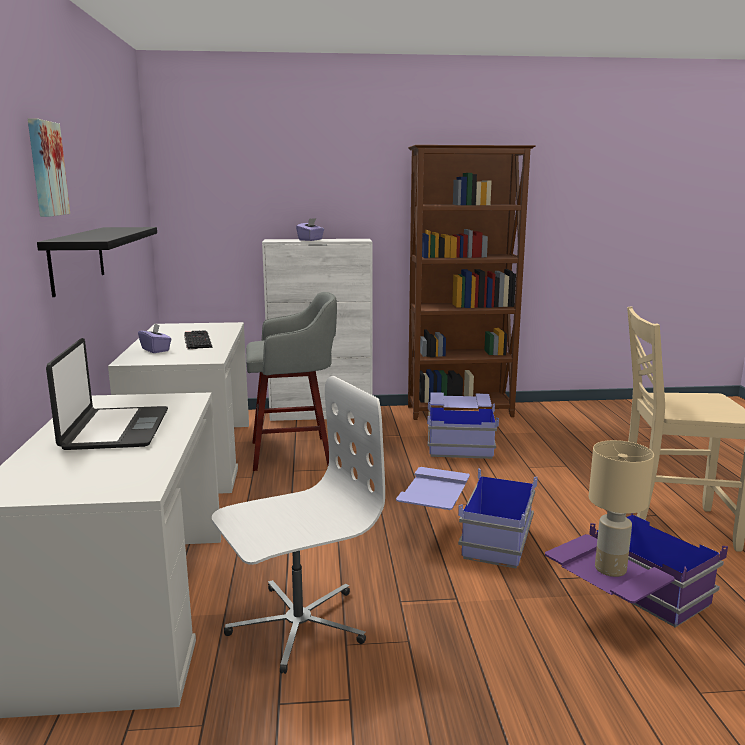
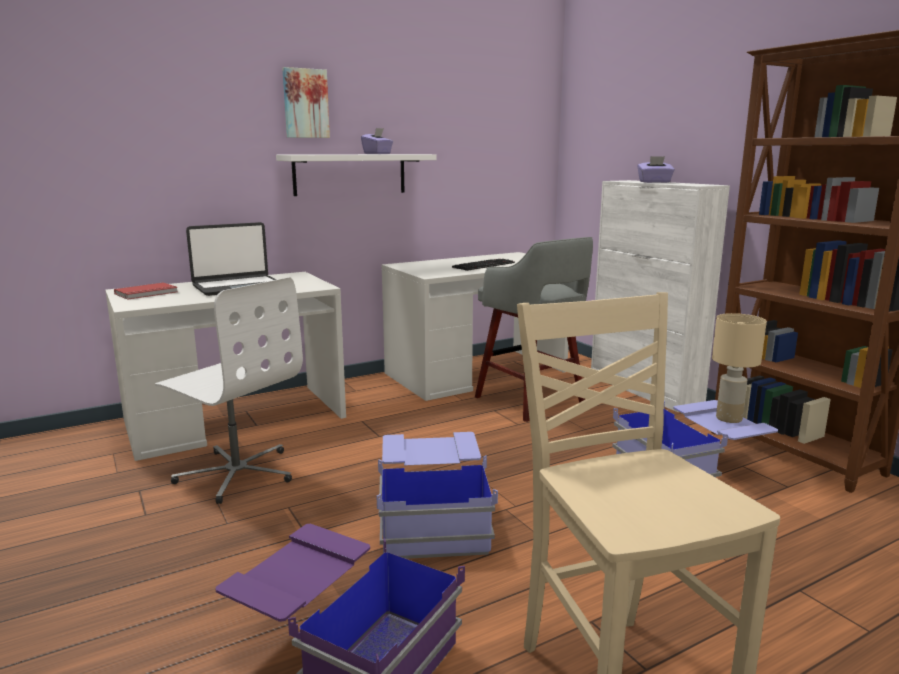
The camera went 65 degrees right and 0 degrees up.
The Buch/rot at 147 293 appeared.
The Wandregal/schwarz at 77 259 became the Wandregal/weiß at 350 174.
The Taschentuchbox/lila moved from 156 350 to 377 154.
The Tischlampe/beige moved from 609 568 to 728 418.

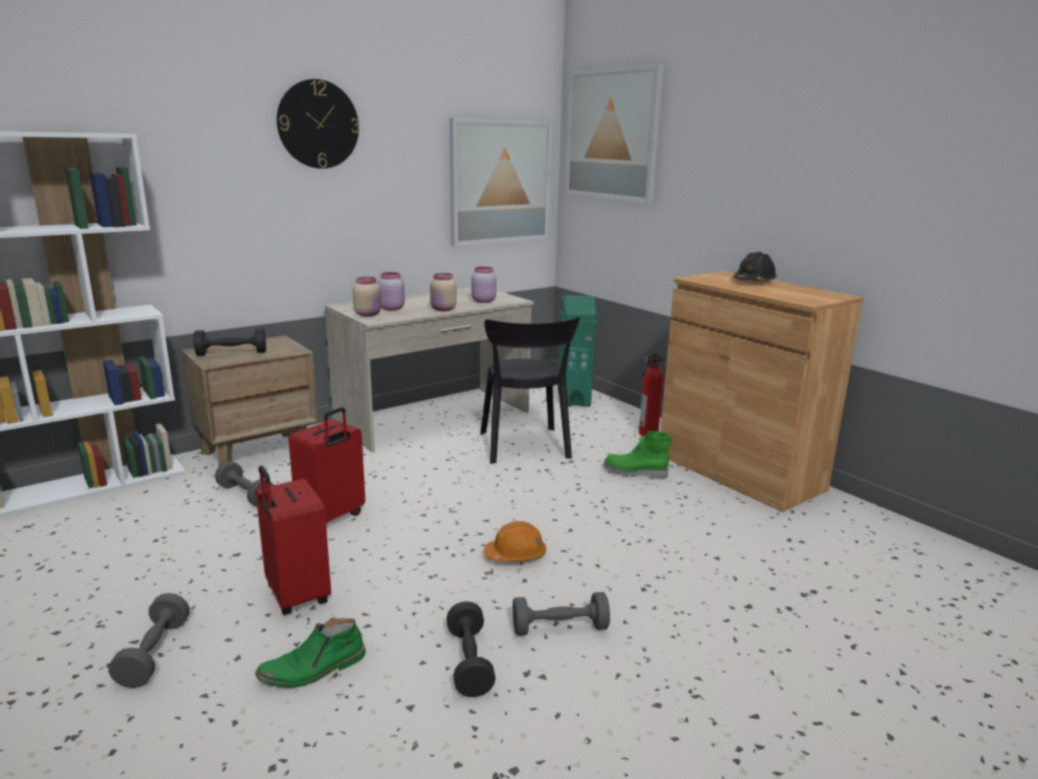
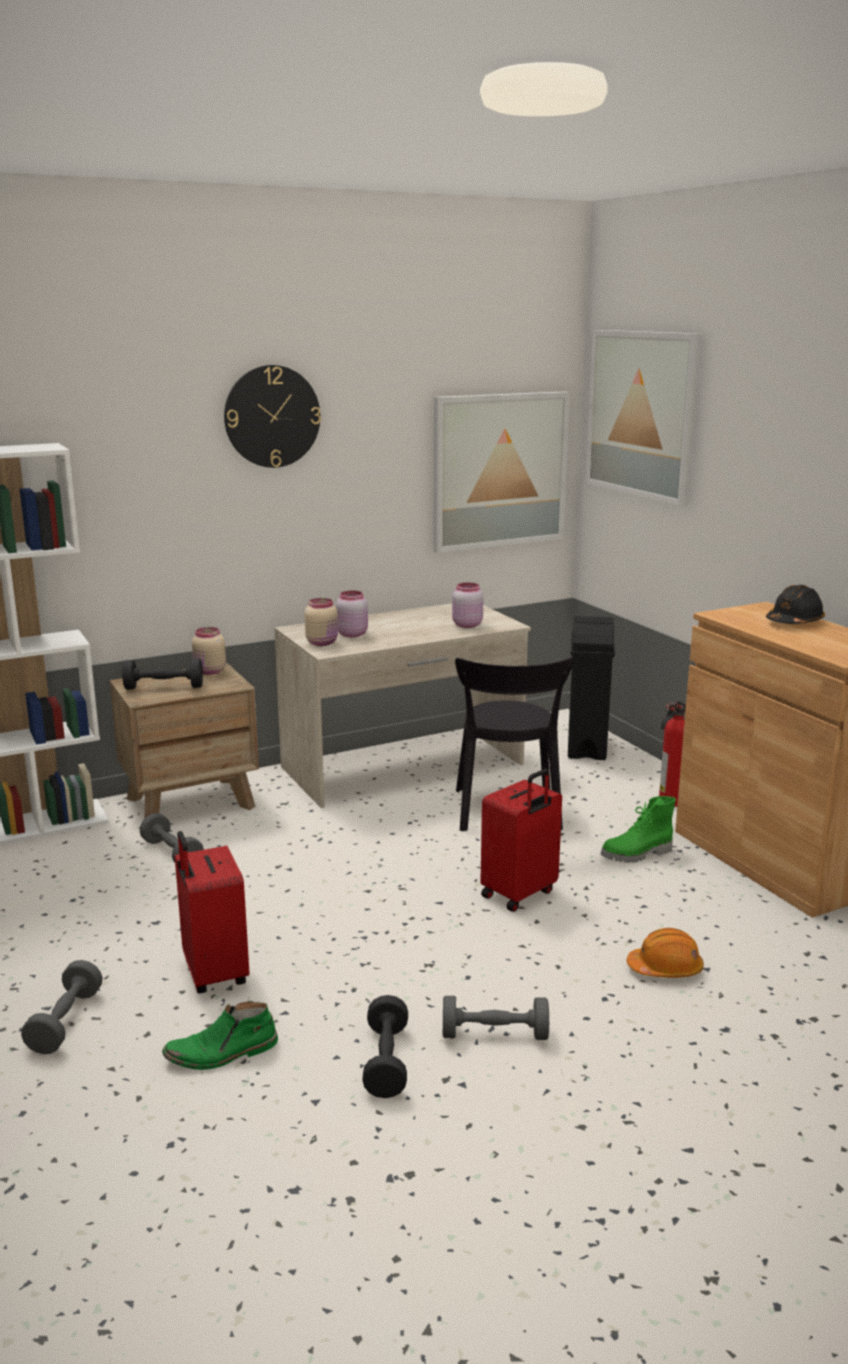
The camera went 10 degrees right and 0 degrees up.
The Vorratsglas/beige moved from 443 309 to 209 671.
The Koffer/rot moved from 331 518 to 520 894.
The Mülleimer/grün at 574 399 became the Mülleimer/schwarz at 587 748.
The Stiefel/grün at 635 473 turned 45 degrees counterclockwise.
The Schutzhelm/orange moved from 516 555 to 665 968.

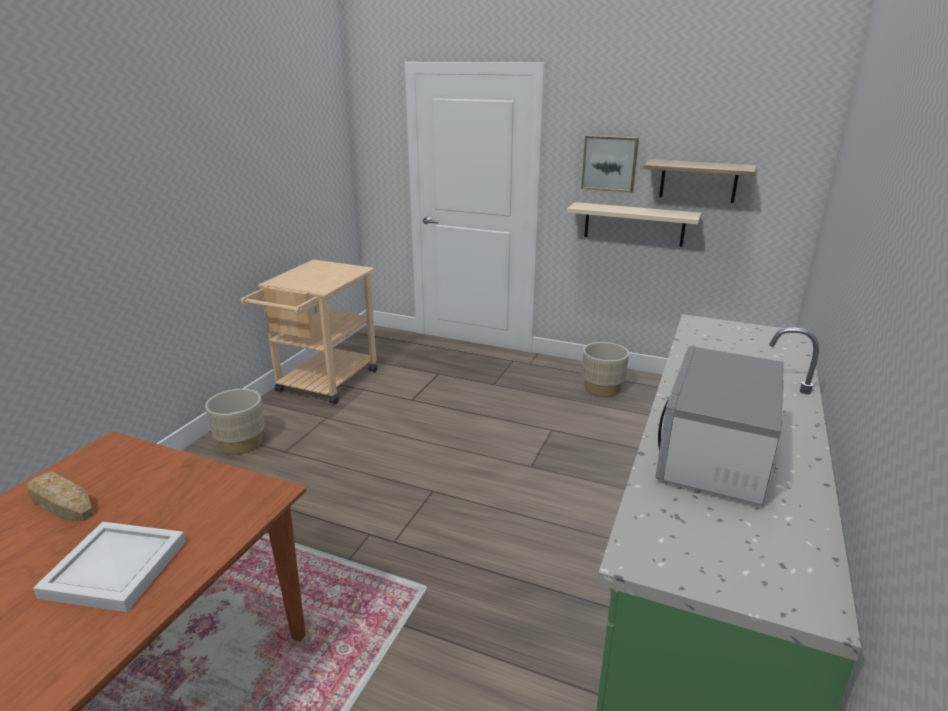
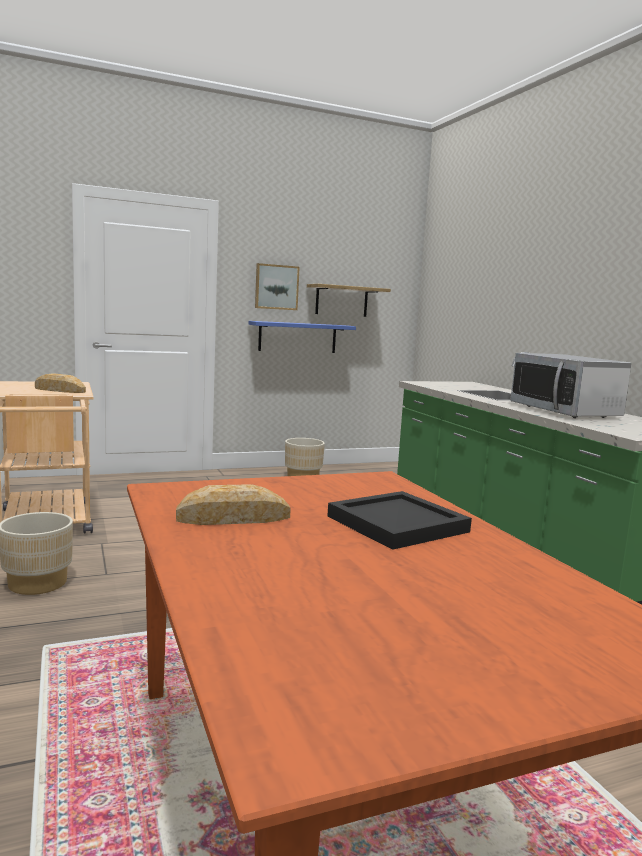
The camera went 45 degrees left and 15 degrees down.
The Brot at 59 390 appeared.
The Wandregal/beige at 634 224 became the Wandregal/blau at 297 337.
The Tablett/weiß at 113 569 became the Tablett/schwarz at 397 525.

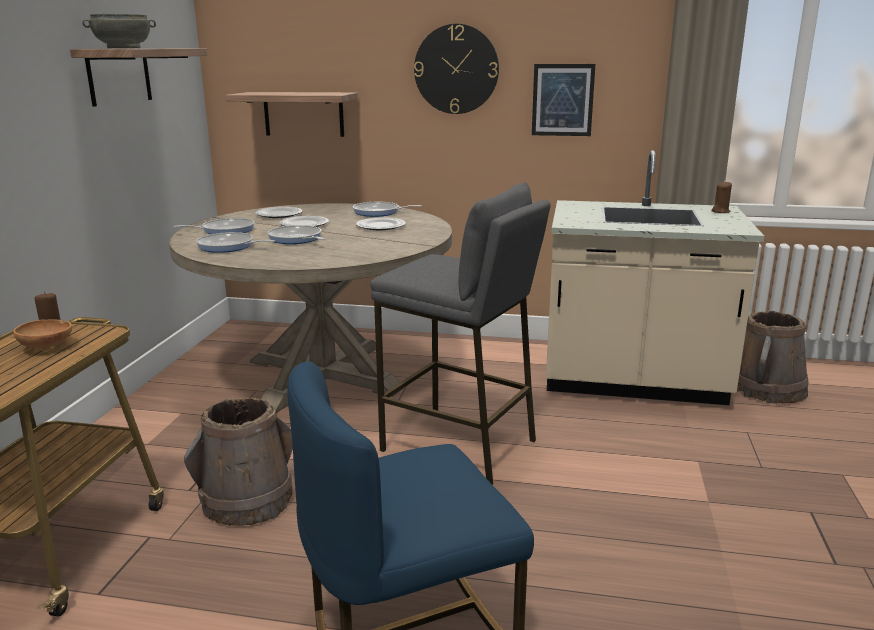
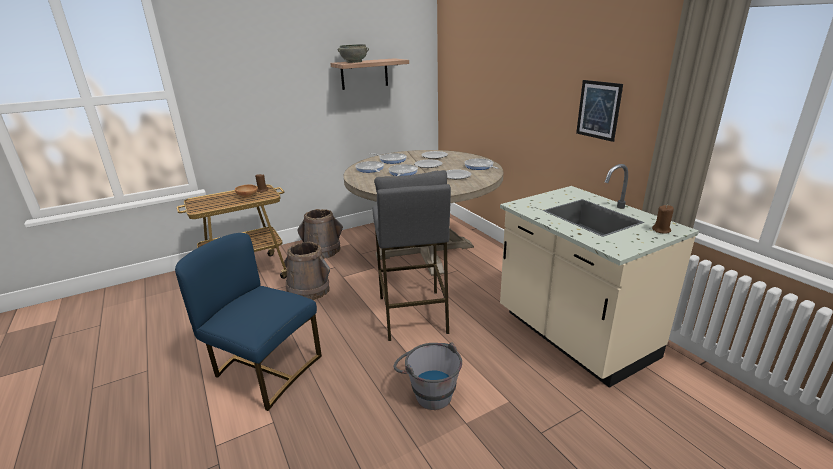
The camera went 50 degrees right and 5 degrees up.
The Eimer/braun moved from 768 389 to 322 251.
The Eimer/grau at 428 391 appeared.
The Wandregal at 303 114 disappeared.
The Wanduhr at 456 69 disappeared.

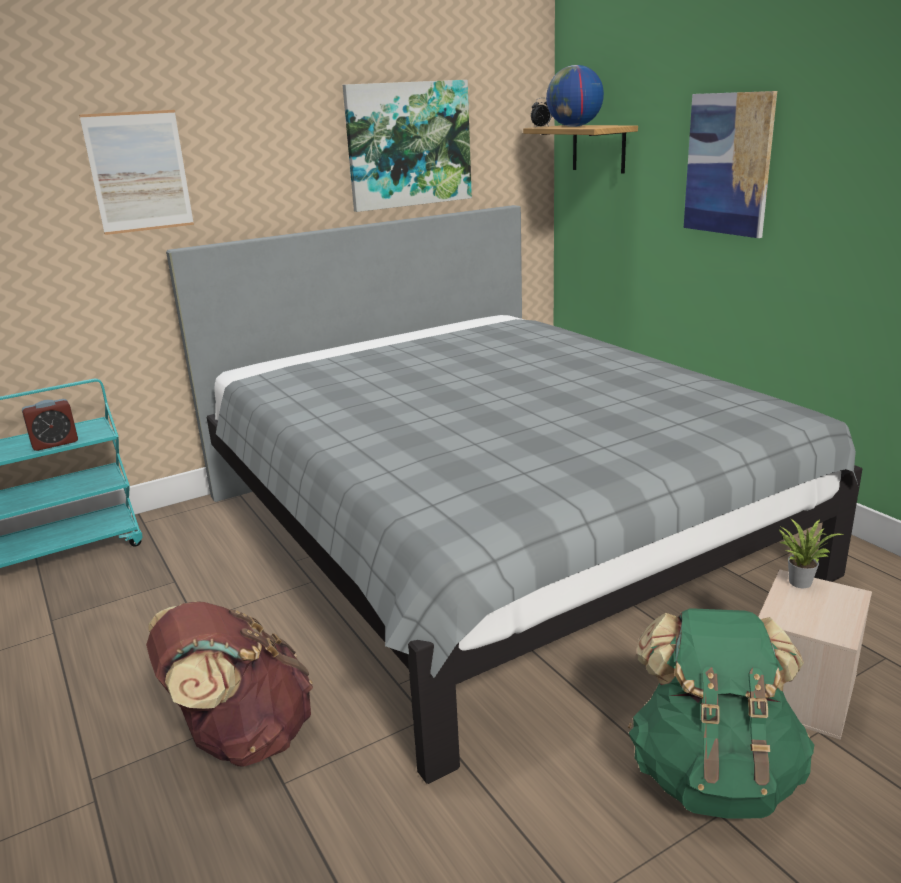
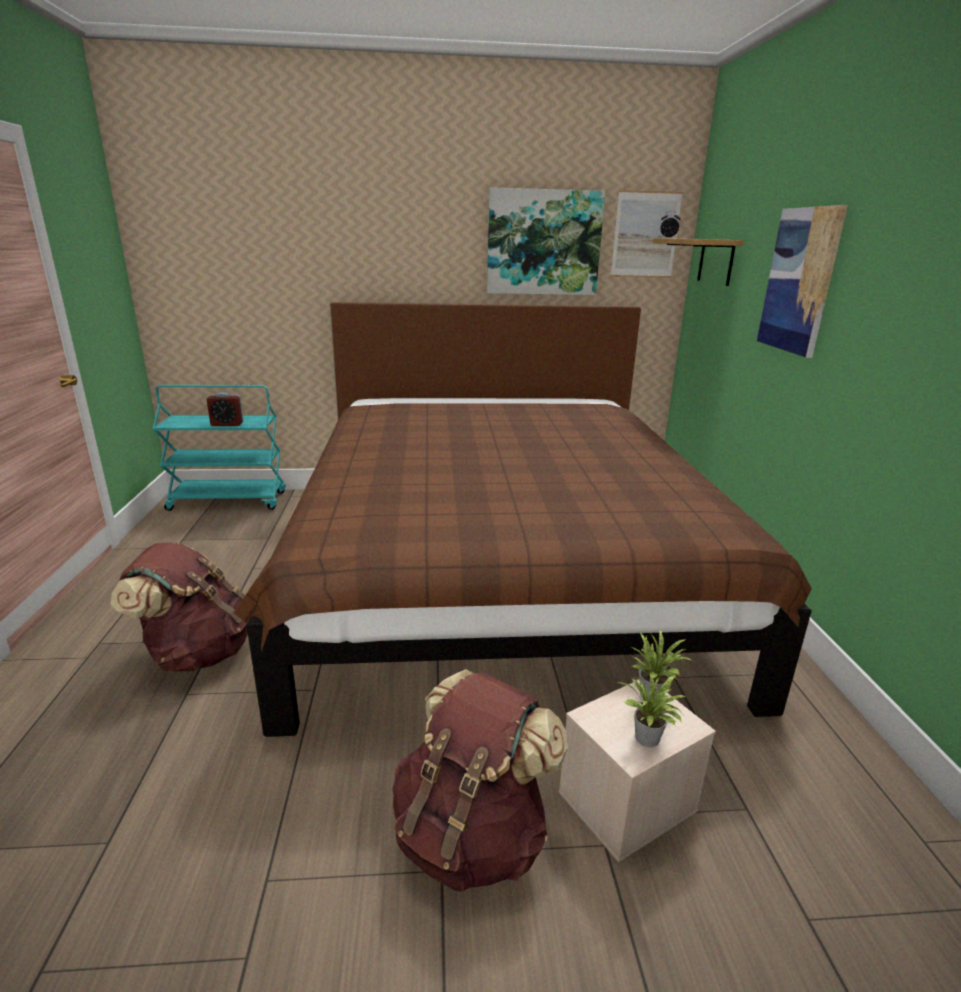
The camera went 25 degrees right and 0 degrees up.
The Bett/grau at 488 534 became the Bett/braun at 498 573.
The Rucksack/grün at 713 775 became the Rucksack/braun at 471 835.
The Bild moved from 139 172 to 645 235.
The Topfpflanze at 648 741 appeared.
The Globus at 574 126 disappeared.

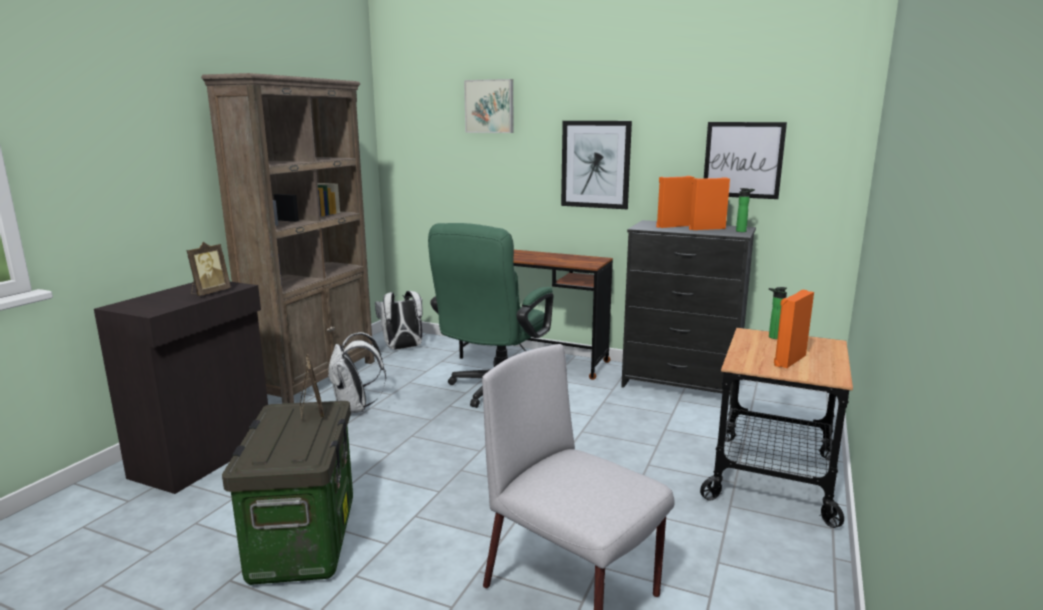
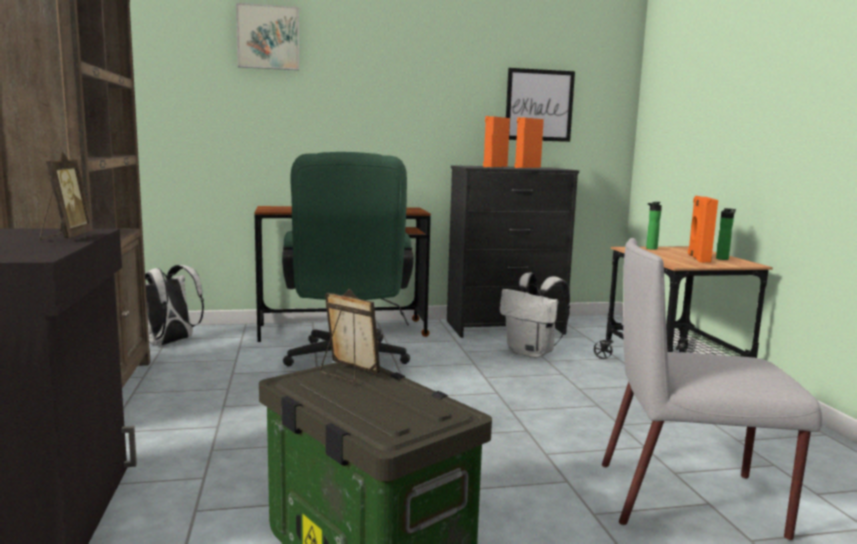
The camera went 35 degrees left and 5 degrees down.
The Rucksack/weiß moved from 355 409 to 532 353.
The Flasche moved from 742 231 to 723 258.
The Bild at 595 164 disappeared.

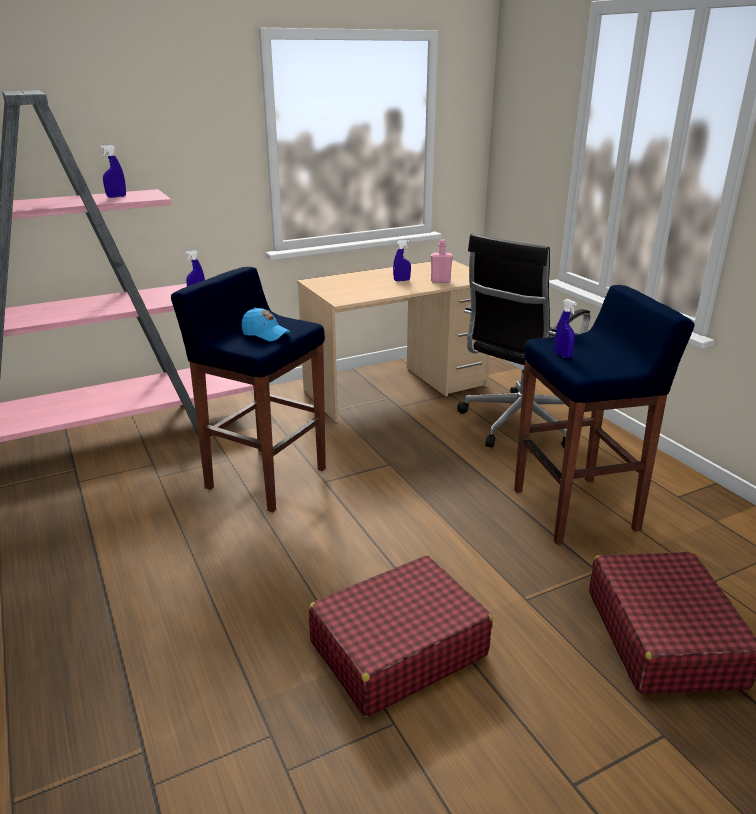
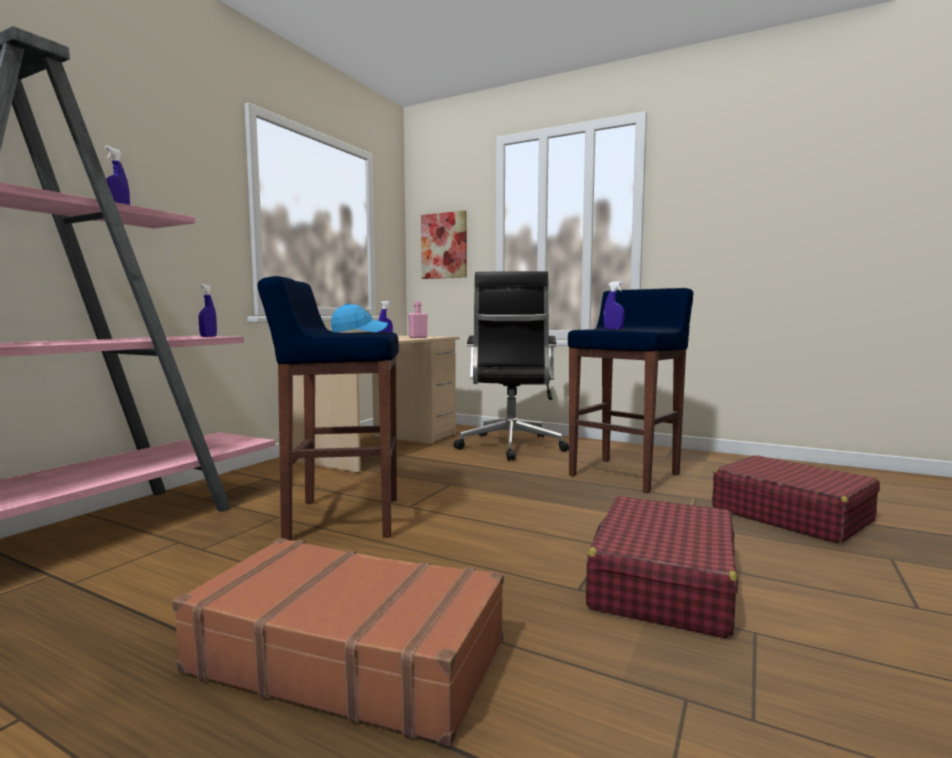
The camera went 35 degrees left and 20 degrees down.
The Koffer/braun at 348 655 appeared.
The Bild at 444 246 appeared.

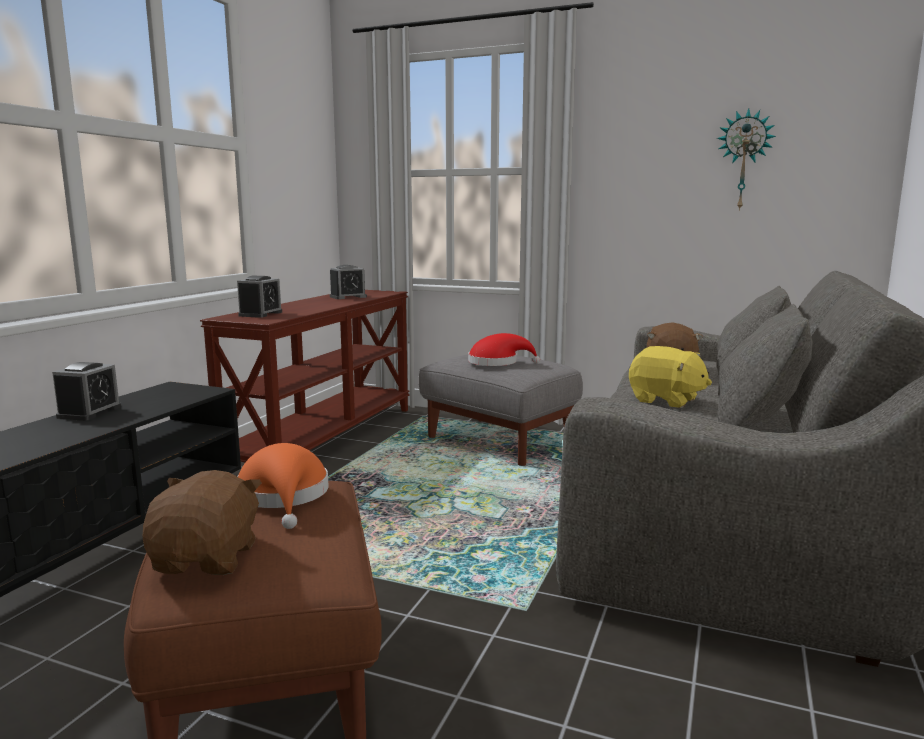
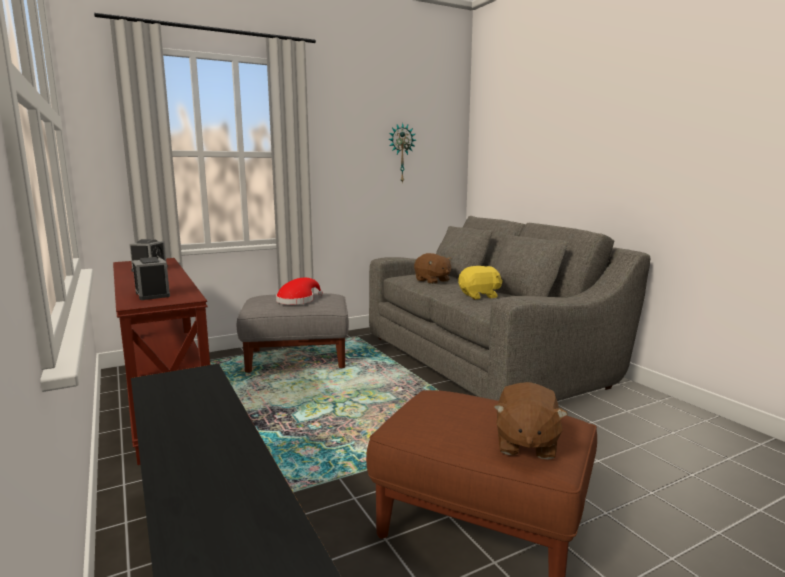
The camera went 50 degrees left and 0 degrees up.
The Plüschtier/braun at 208 559 turned 120 degrees counterclockwise.
The Wecker at 89 412 disappeared.
The Hut/orange at 284 496 disappeared.

